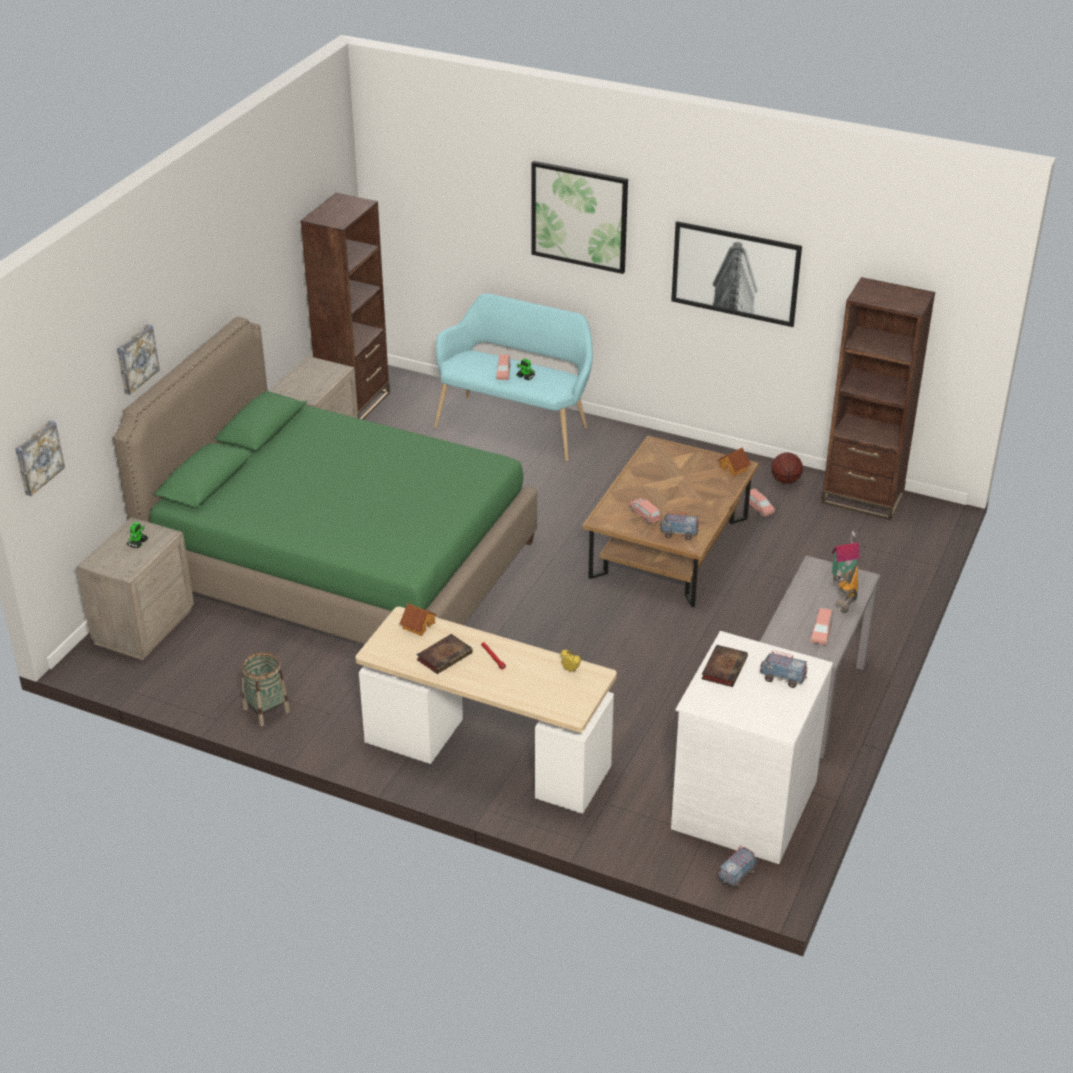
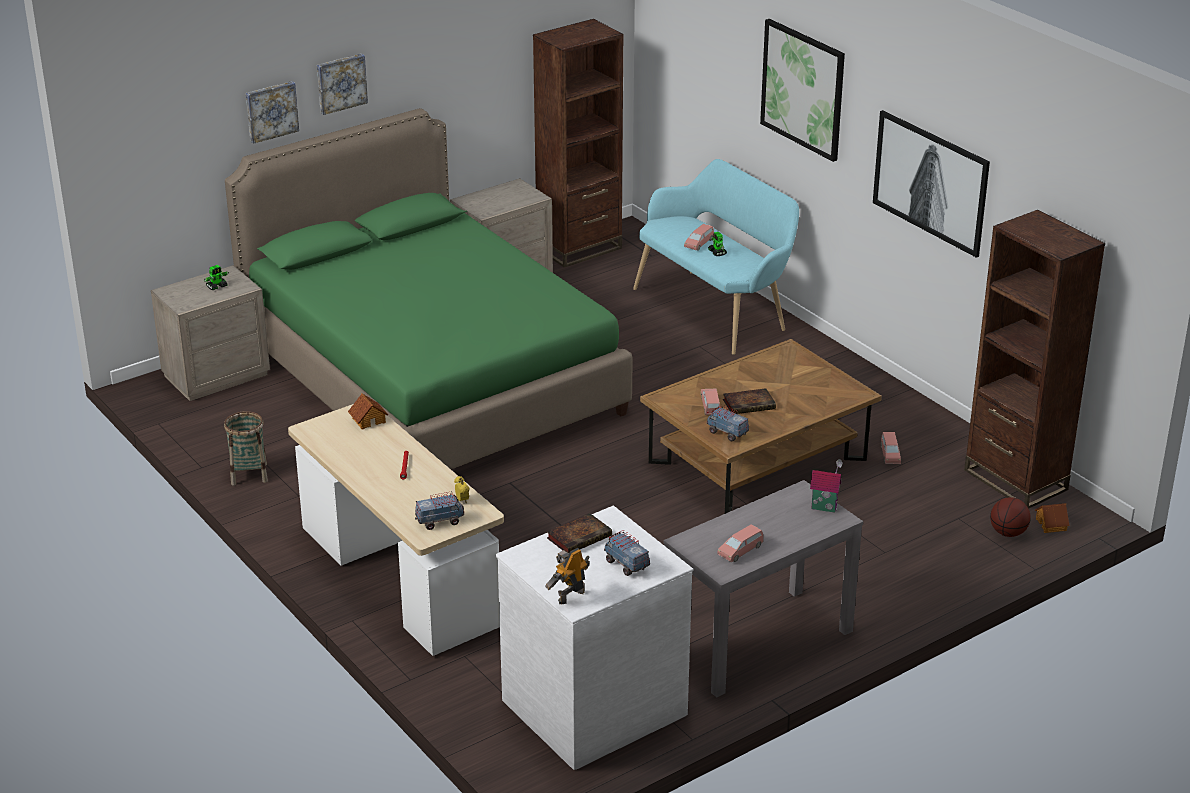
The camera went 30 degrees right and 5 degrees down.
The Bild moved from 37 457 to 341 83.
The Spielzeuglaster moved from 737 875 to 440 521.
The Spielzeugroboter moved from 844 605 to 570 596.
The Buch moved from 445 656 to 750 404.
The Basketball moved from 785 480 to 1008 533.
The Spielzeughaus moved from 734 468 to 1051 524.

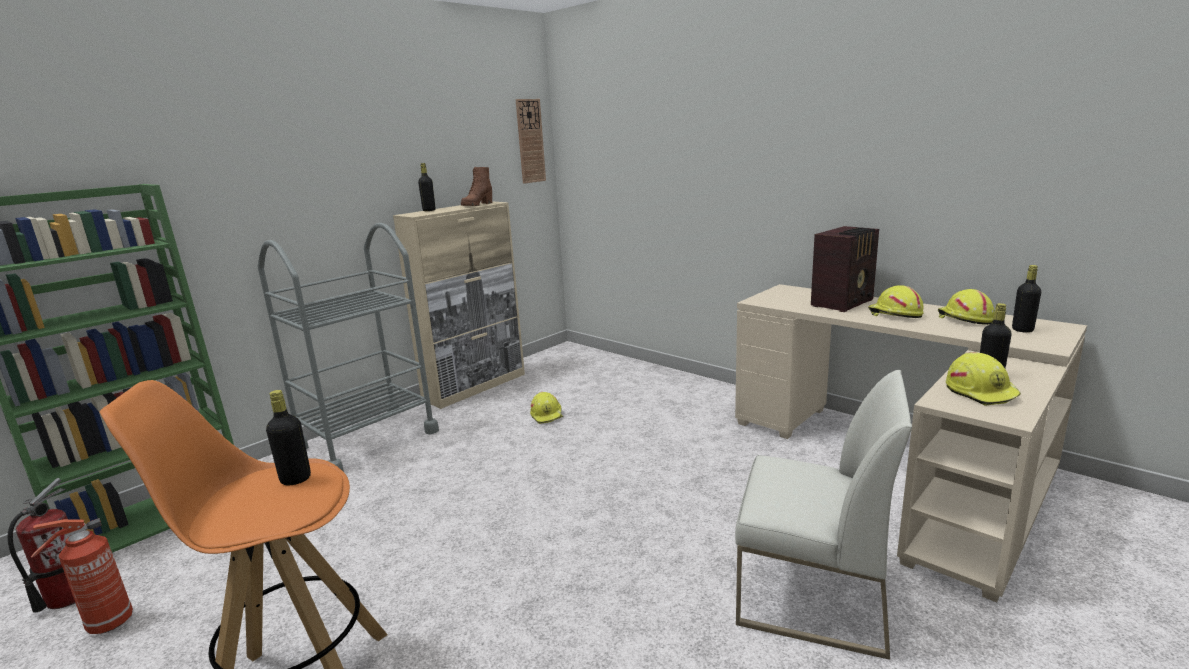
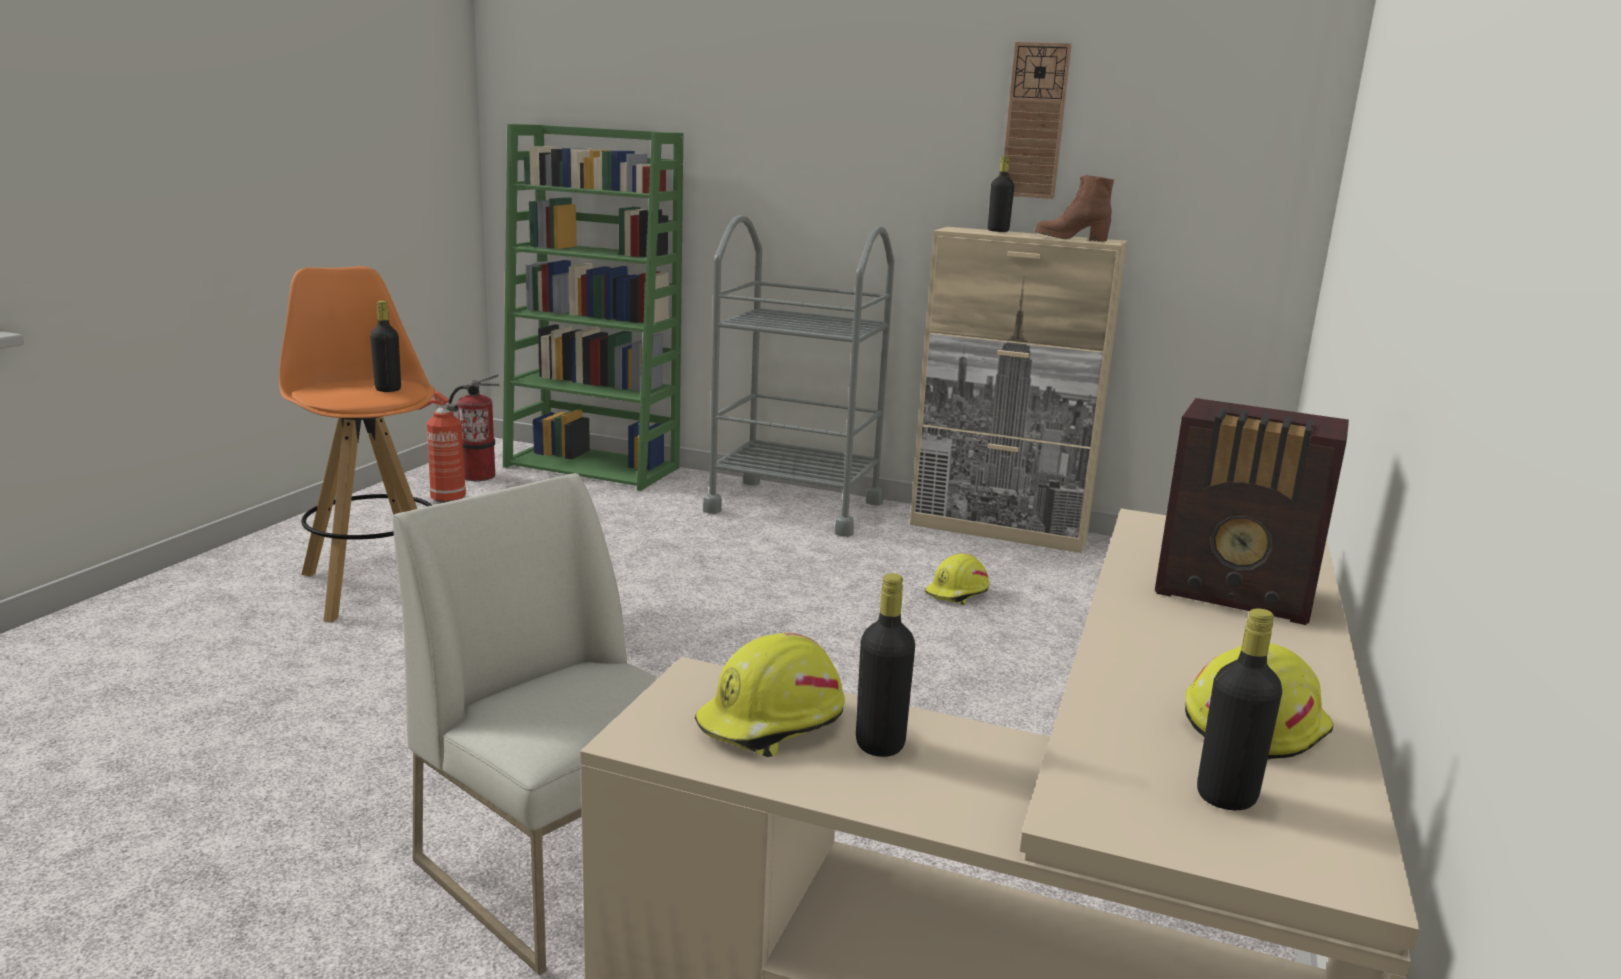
The camera went 65 degrees right and 0 degrees up.
The Stuhl/weiß at 811 596 turned 135 degrees clockwise.
The Wanduhr moved from 530 141 to 1035 121.
The Schutzhelm/gelb at 894 314 disappeared.

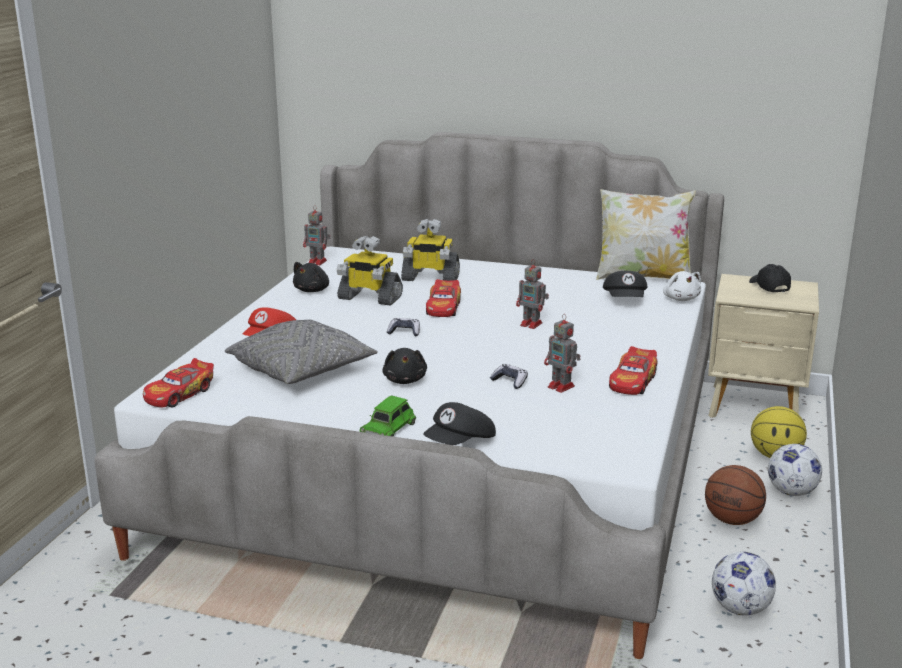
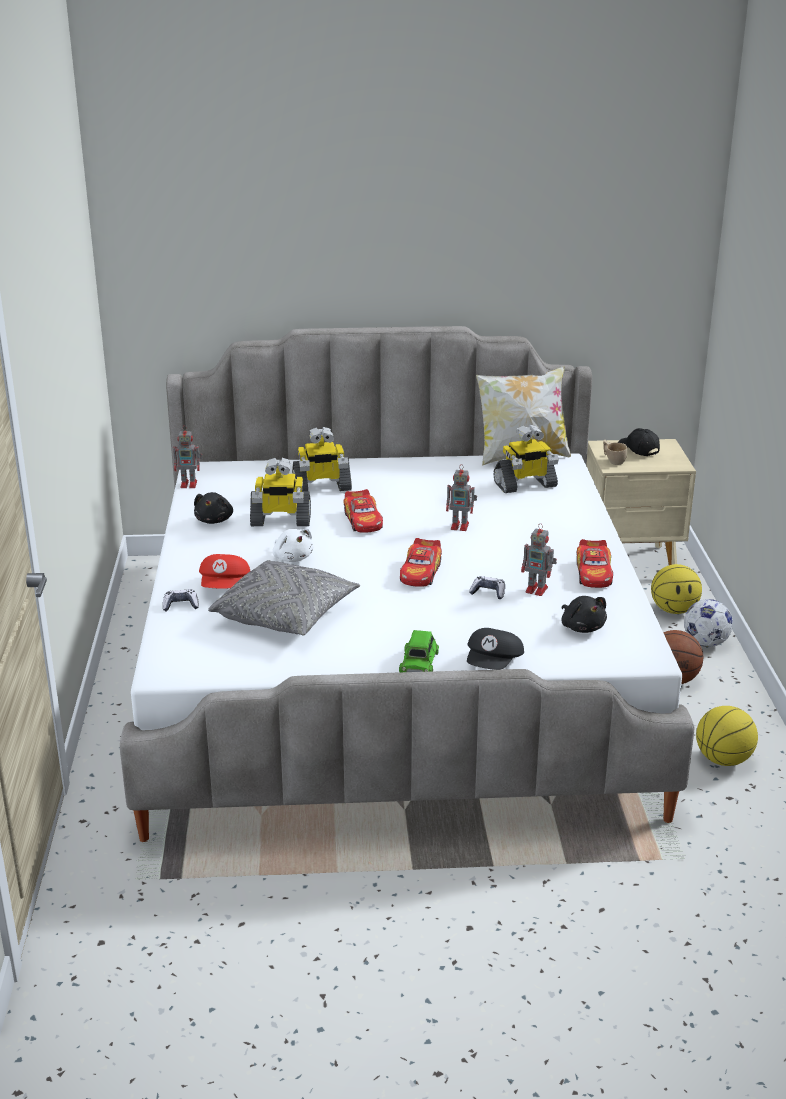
The camera went 20 degrees left and 5 degrees up.
The Gamepad moved from 404 332 to 181 605.
The Plüschtier/weiß moved from 680 299 to 292 558.
The Spielzeugauto moved from 179 394 to 421 572.
The Kappe/schwarz at 625 300 was replaced by the Spielzeugroboter at 525 485.
The Plüschtier/schwarz moved from 405 380 to 582 627.
The Tasse/beige at 613 460 appeared.
The Fußball at 739 609 was replaced by the Basketball at 723 760.

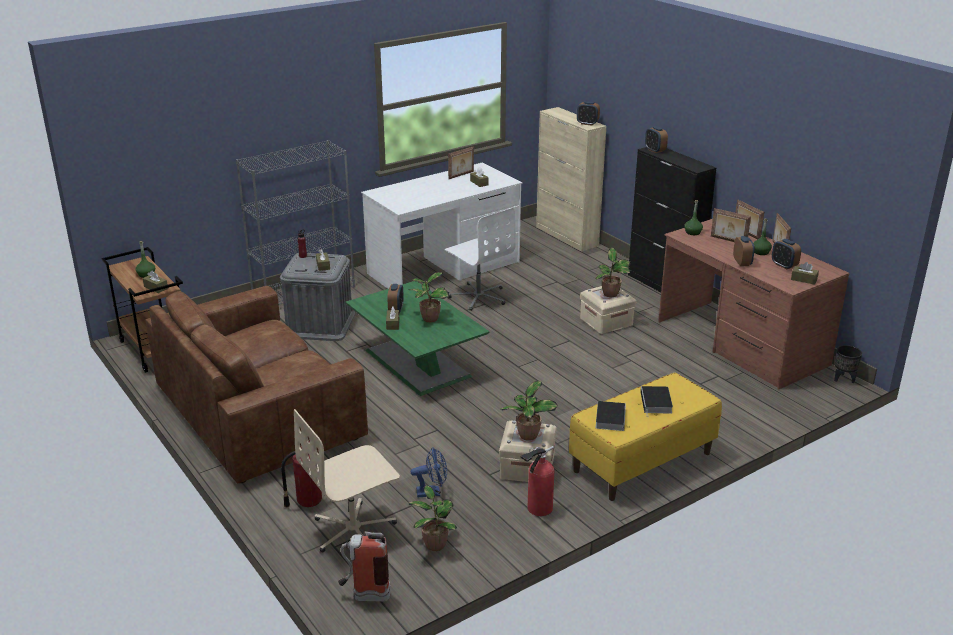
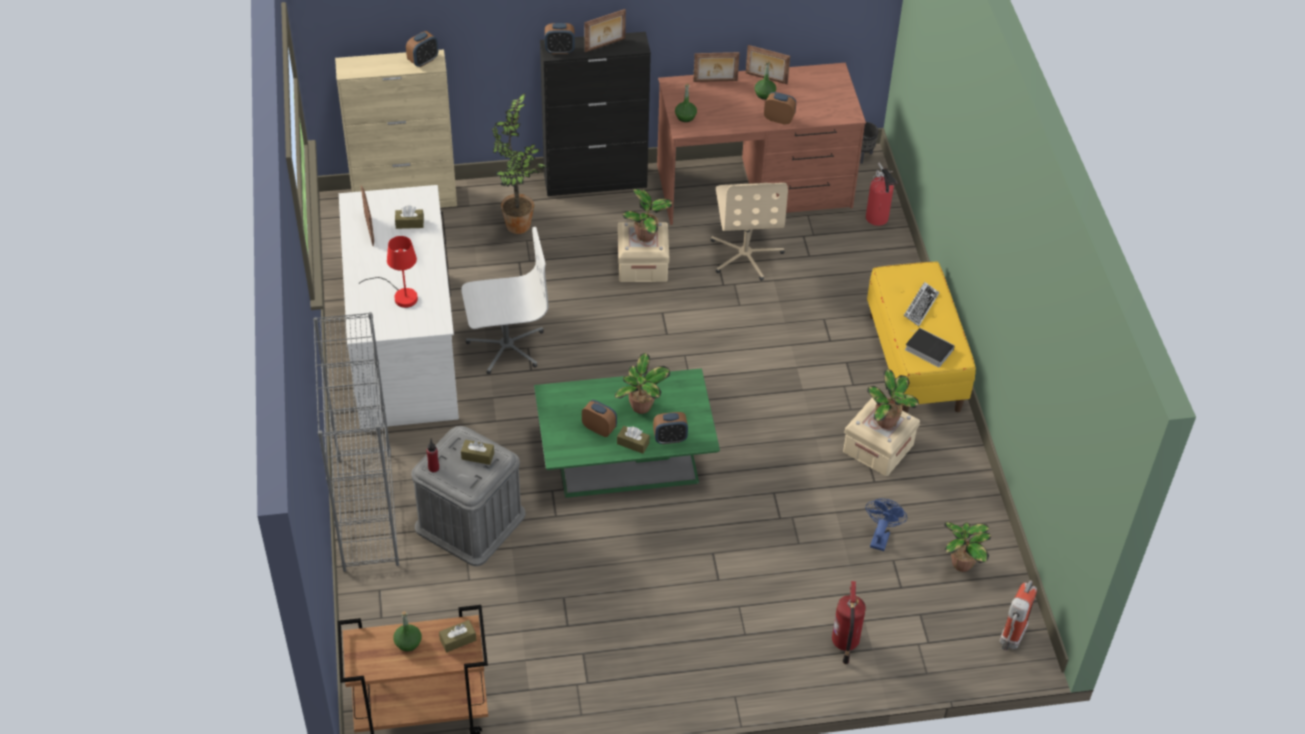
The camera went 65 degrees left and 20 degrees up.
The Tischlampe/rot at 400 295 appeared.
The Topfpflanze at 519 228 appeared.
The Bilderrahmen moved from 728 240 to 605 45.
The Wecker moved from 784 265 to 670 438.
The Bürostuhl/beige moved from 354 530 to 745 254.
The Feuerlöscher moved from 537 509 to 877 219.
The Buch at 656 403 was replaced by the Tastatur at 920 306.
The Sofa/braun at 257 411 disappeared.
The Taschentuchbox/braun at 804 279 disappeared.

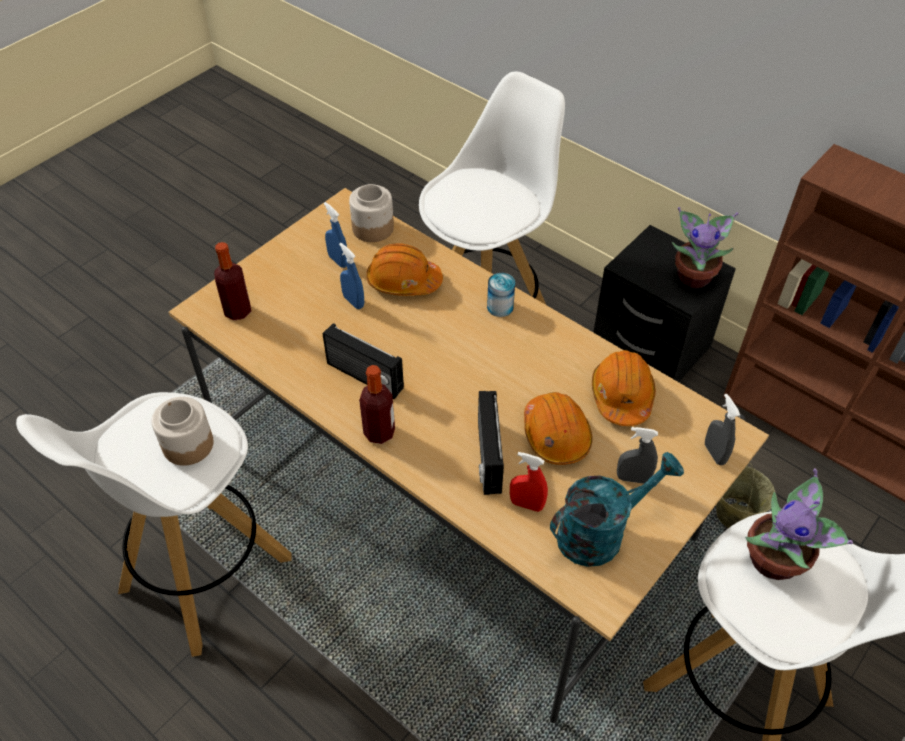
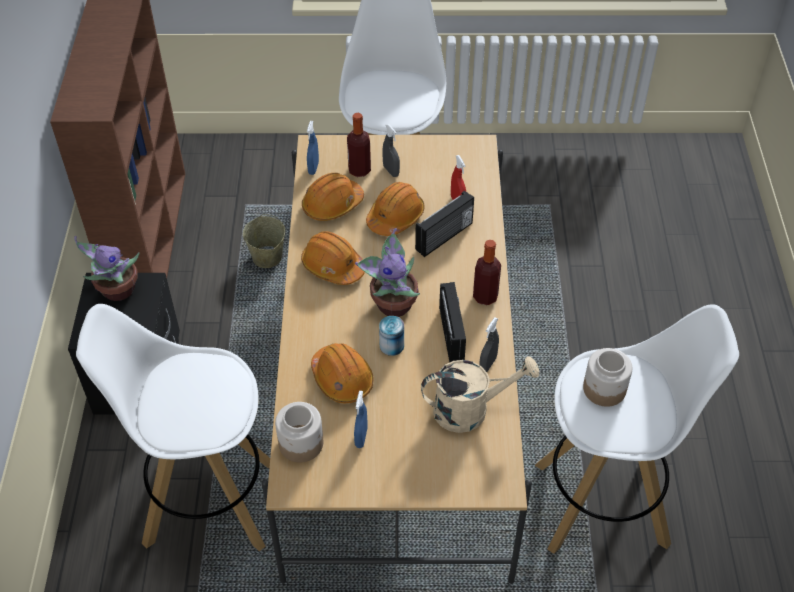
The camera went 130 degrees left and 0 degrees up.
The Schutzhelm/orange at 333 266 appeared.
The Sprühflasche/blau moved from 353 301 to 313 168.
The Flasche moved from 238 311 to 359 170.
The Topfpflanze moved from 777 561 to 392 303.
The Dose moved from 500 307 to 391 345.
The Gießkanne/beige at 471 409 appeared.
The Sprühflasche/grau moved from 714 454 to 488 364.
The Gießkanne/türkis at 601 532 disappeared.

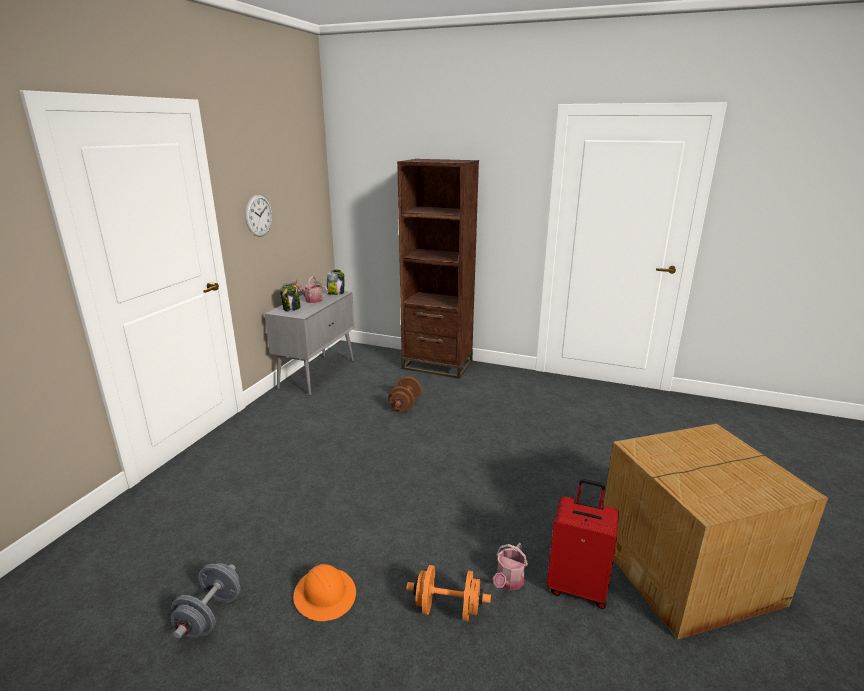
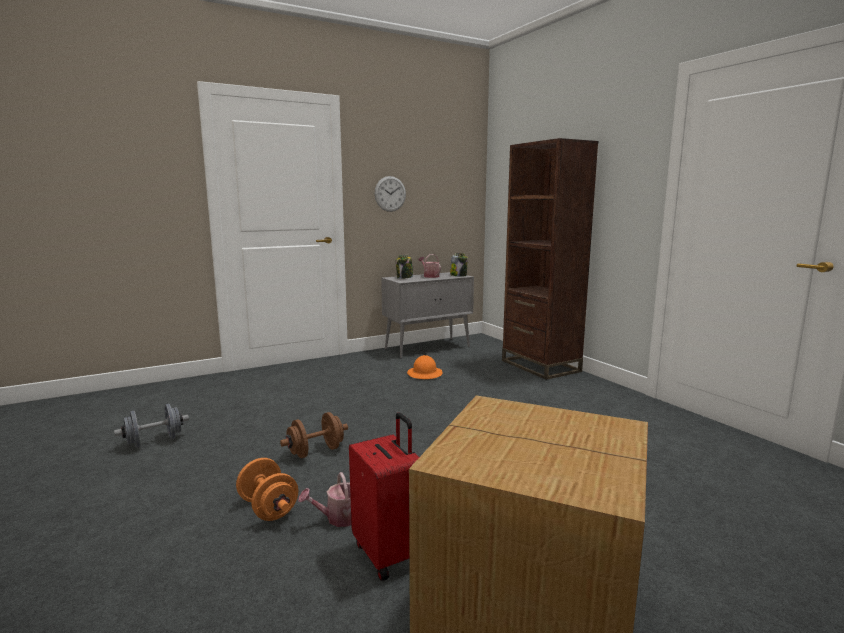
The camera went 40 degrees right and 10 degrees down.
The Hantel/braun moved from 405 405 to 316 451.
The Schutzhelm/orange moved from 325 595 to 425 374.

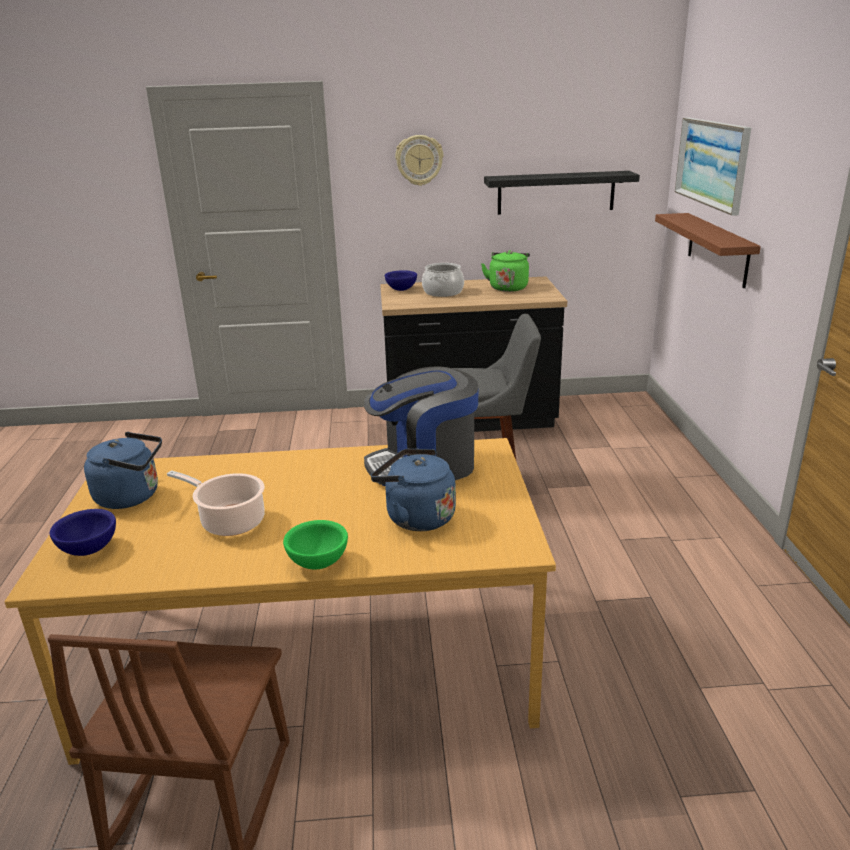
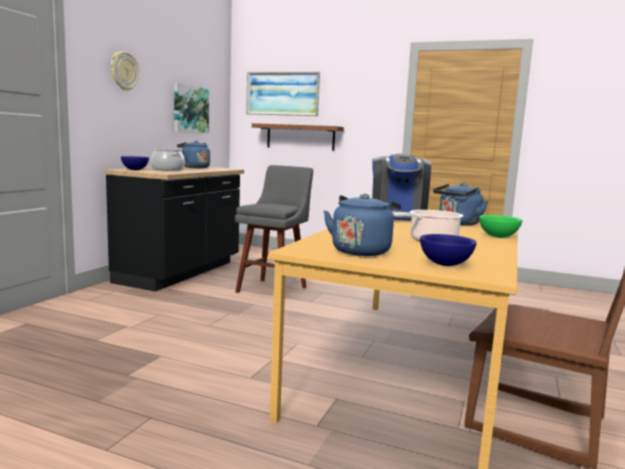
The camera went 65 degrees left and 15 degrees down.
The Wandregal/schwarz at 556 192 was replaced by the Bild at 190 109.
The Wasserkessel/grün at 508 287 became the Wasserkessel/blau at 194 167.

